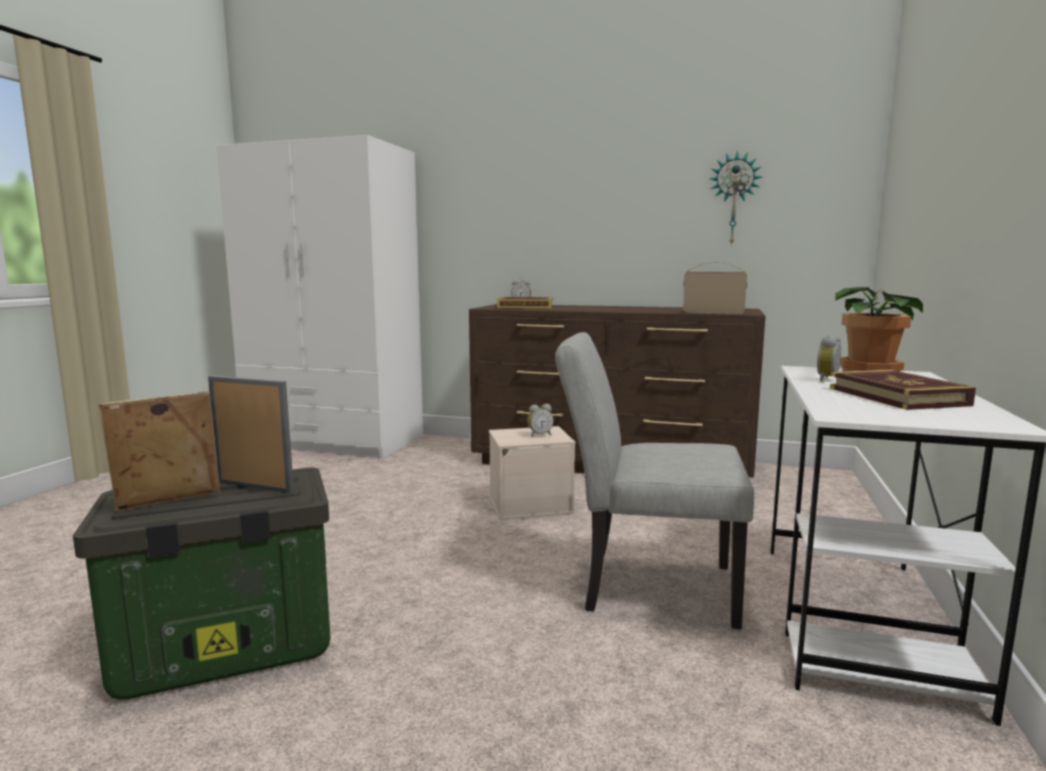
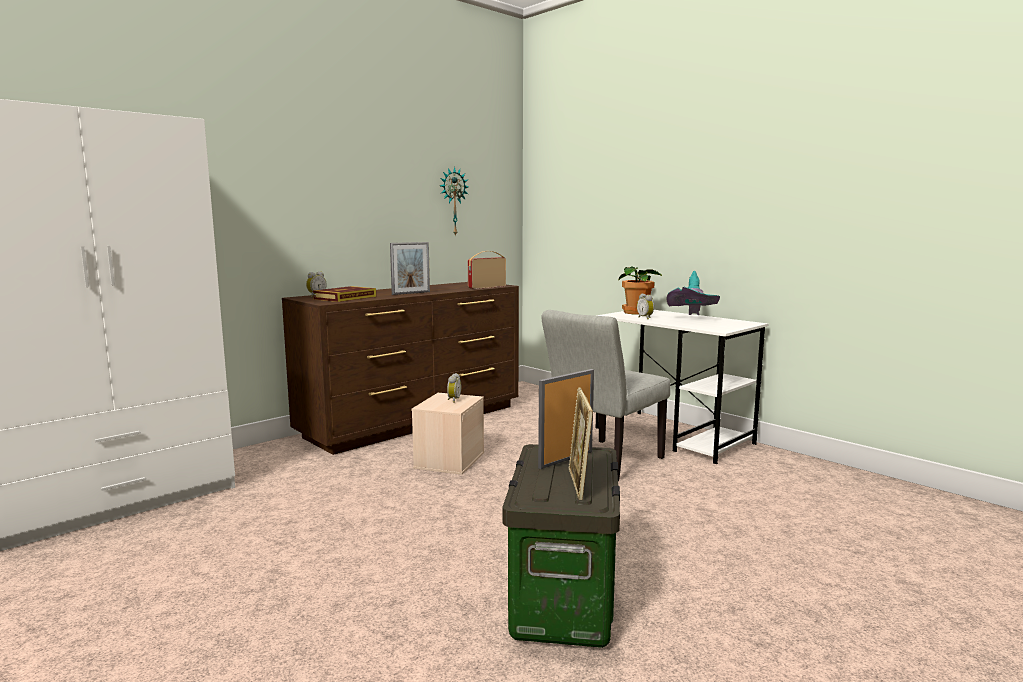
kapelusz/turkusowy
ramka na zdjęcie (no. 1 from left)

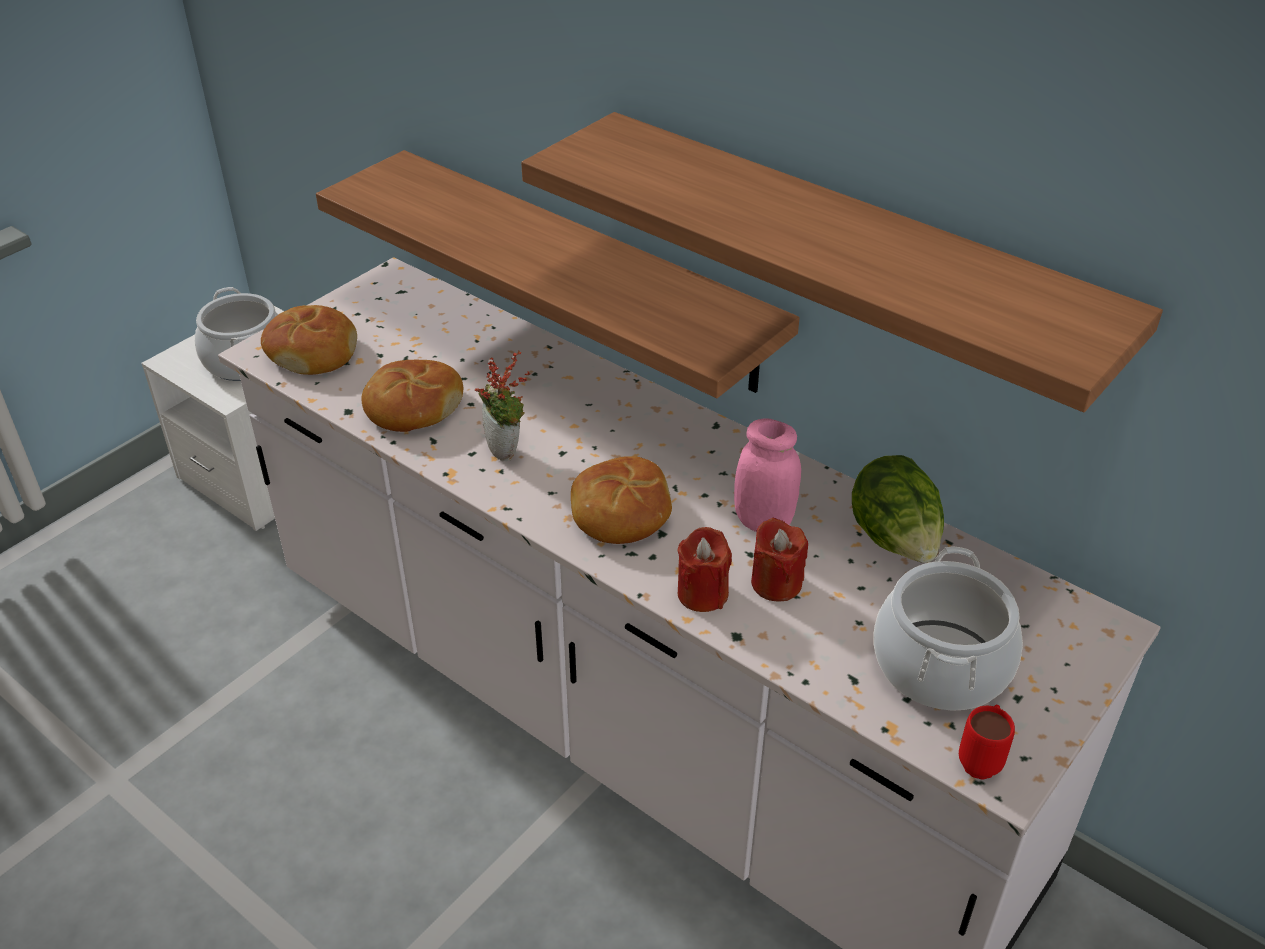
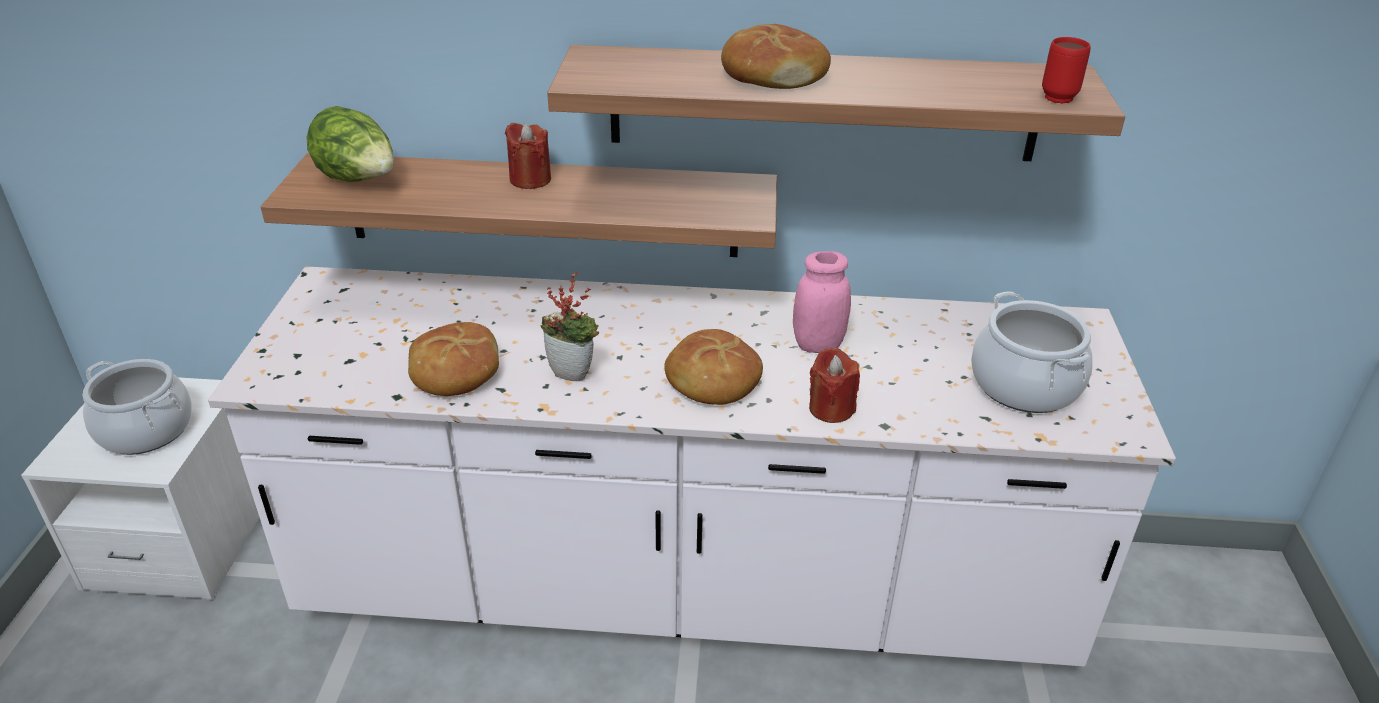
chleb (no. 3 from left)
sałata
świeca/czerwony (no. 1 from left)
kubek/czerwony

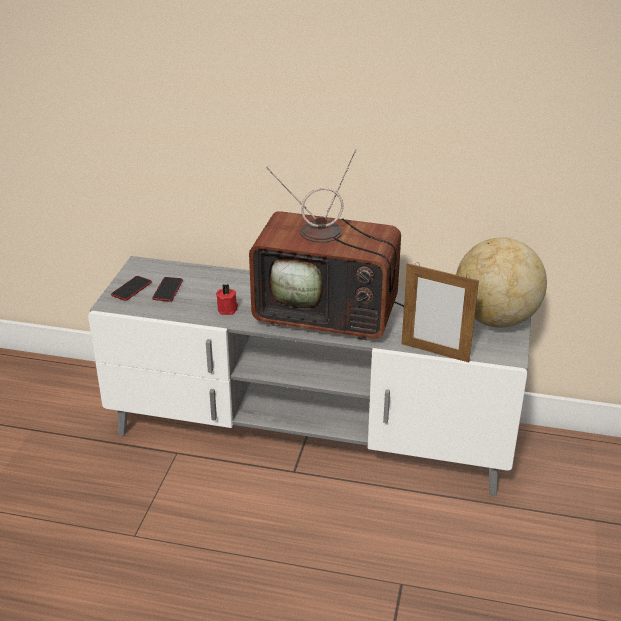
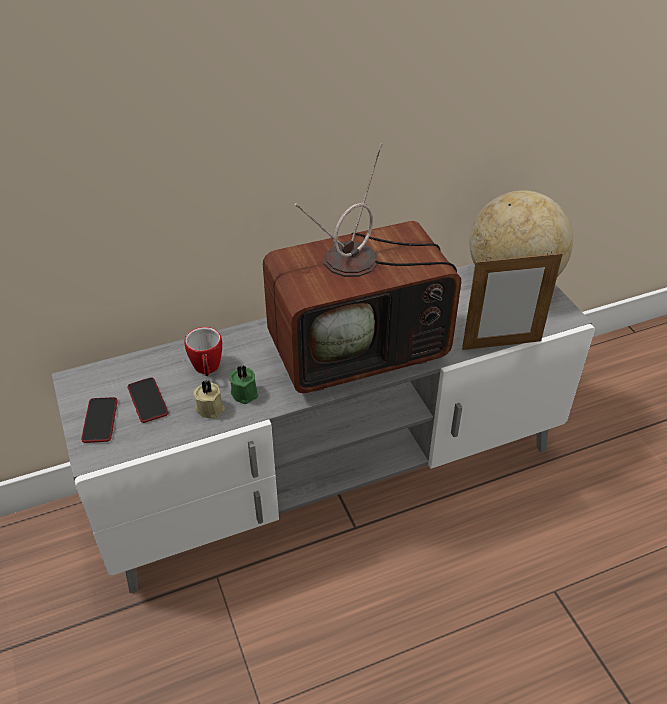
świeca/zielony
kubek
świeca/beżowy

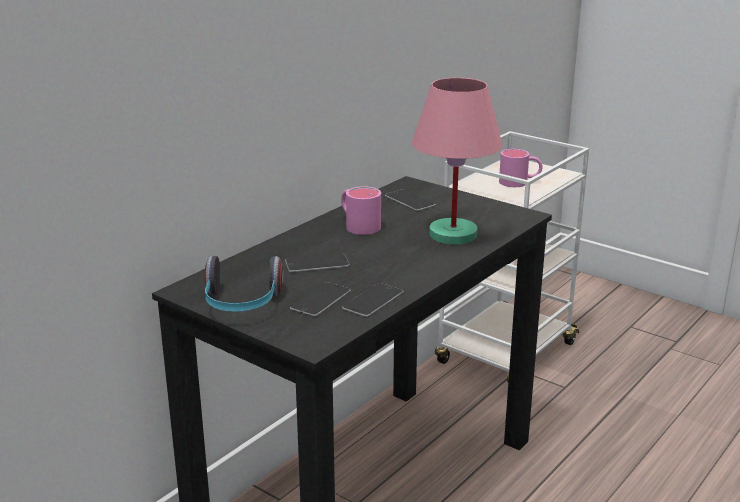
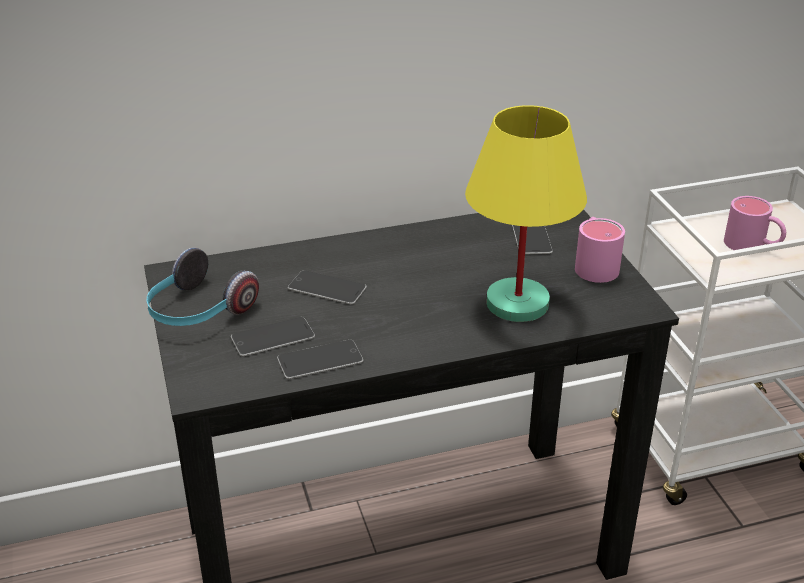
lampa stołowa/żółty
kubek/różowy (no. 1 from left)

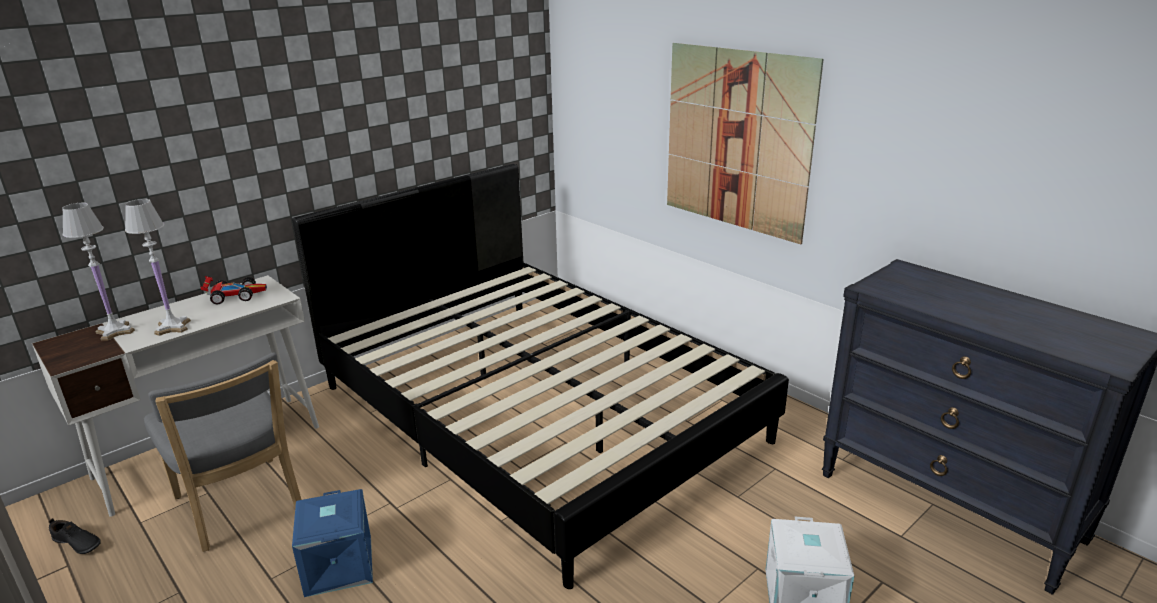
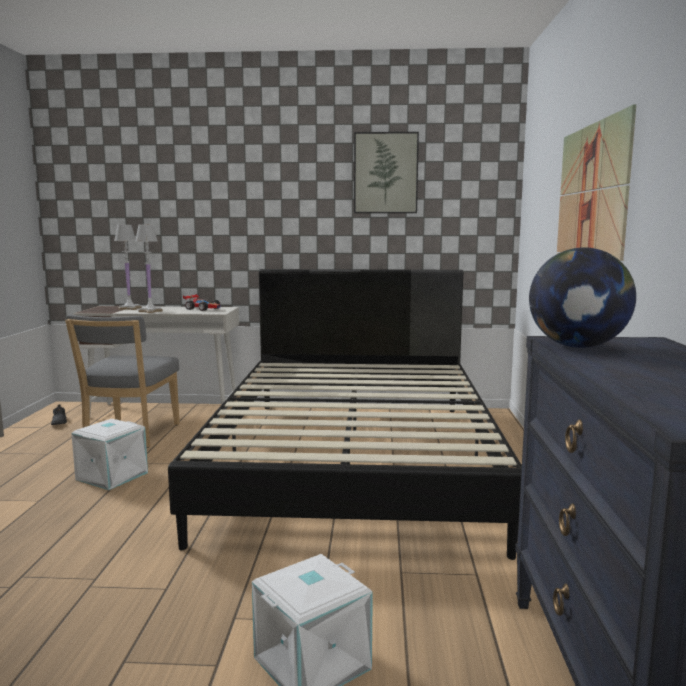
pojemnik do przechowywania/biały (no. 1 from left)
obraz (no. 1 from left)
globus

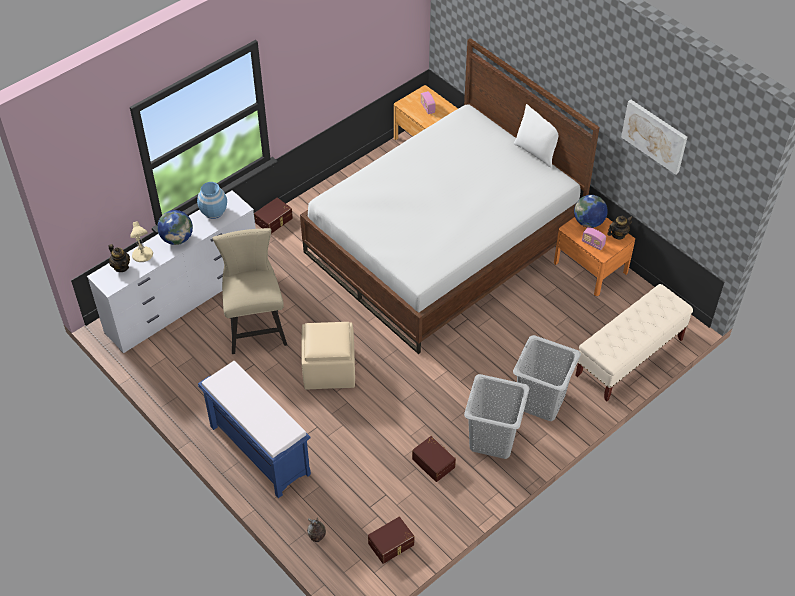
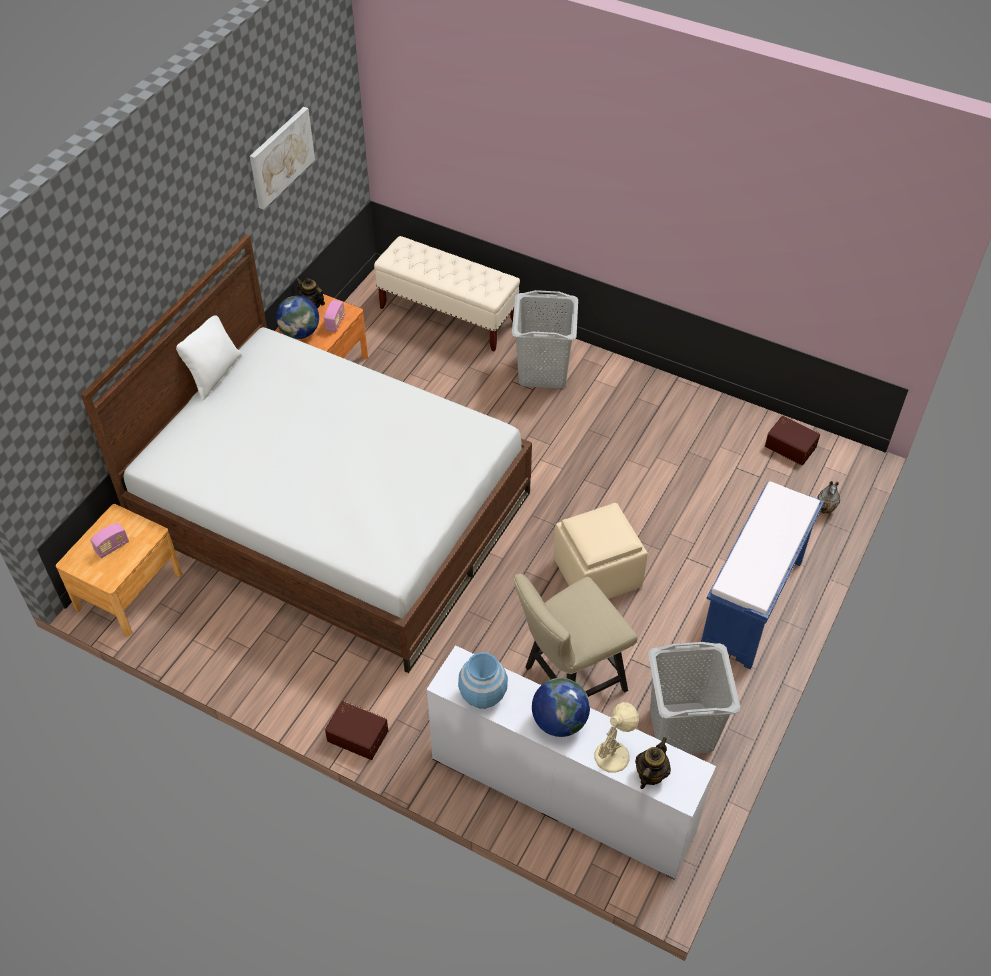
kosz na pranie/szary (no. 2 from left)
pojemnik do przechowywania/brązowy (no. 3 from left in the first image)

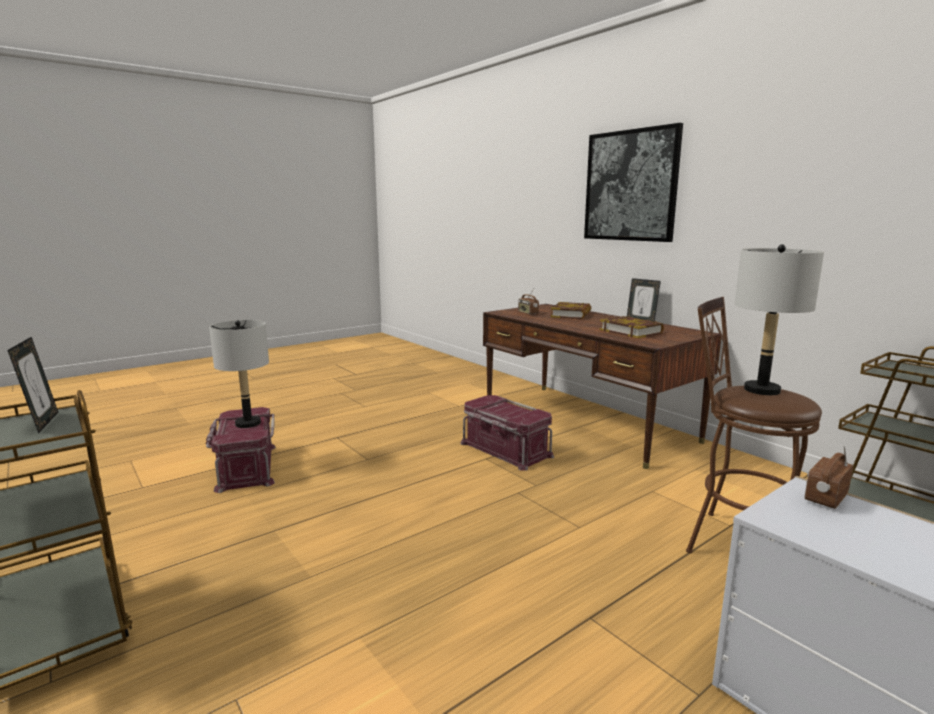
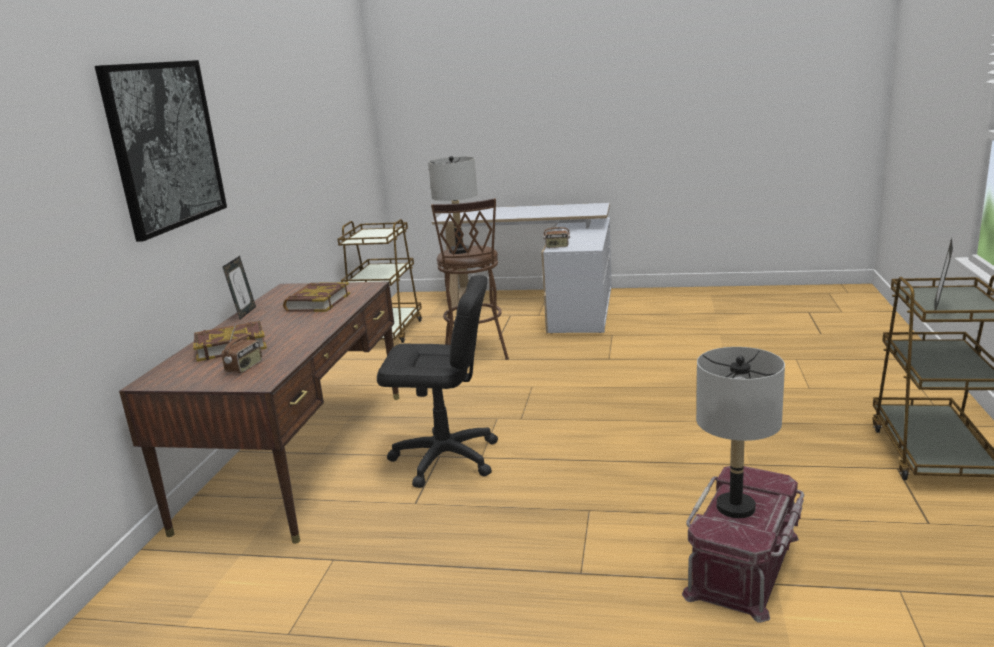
krzesło biurowe/czarny

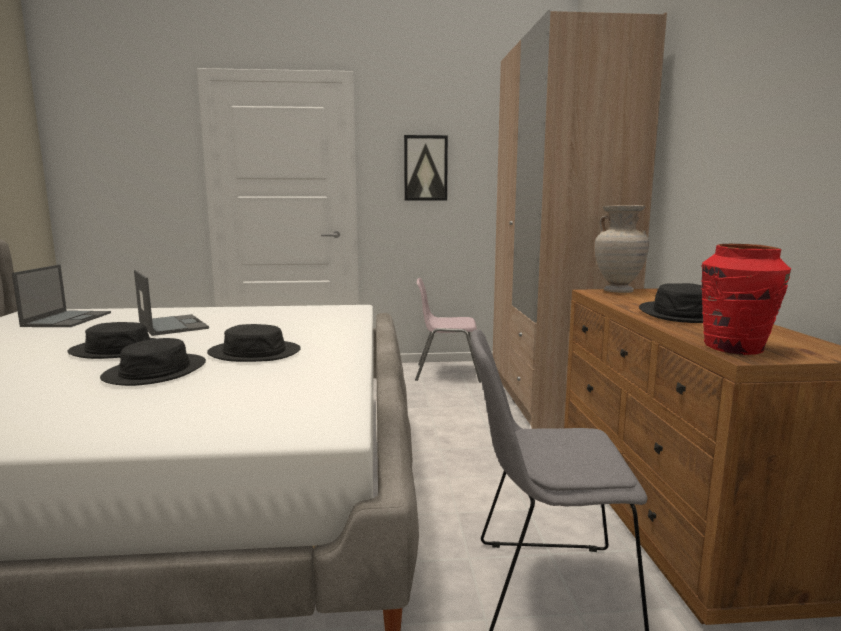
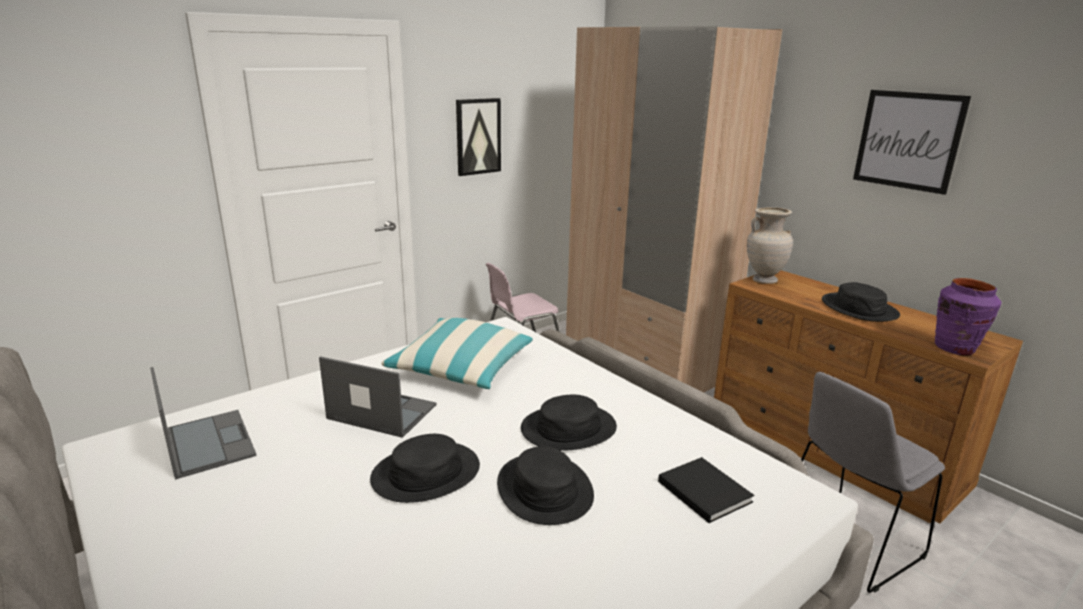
wazon/fioletowy
obraz (no. 2 from left)
poduszka
książka/czarny

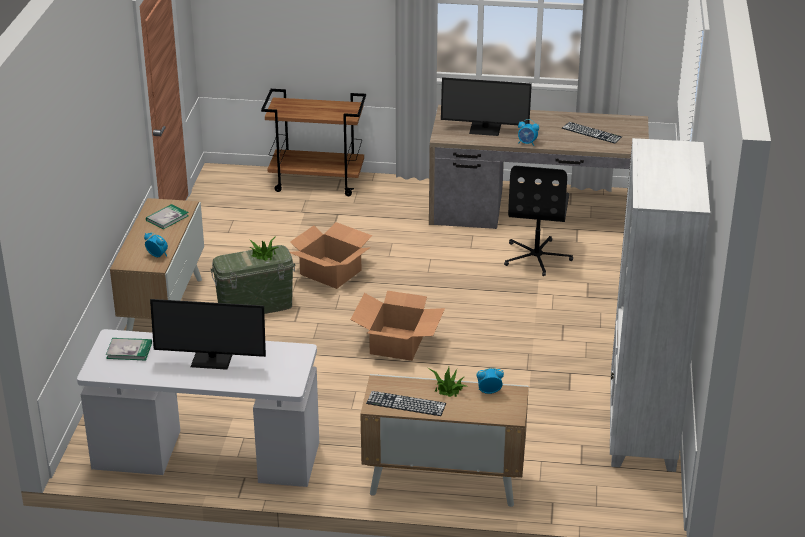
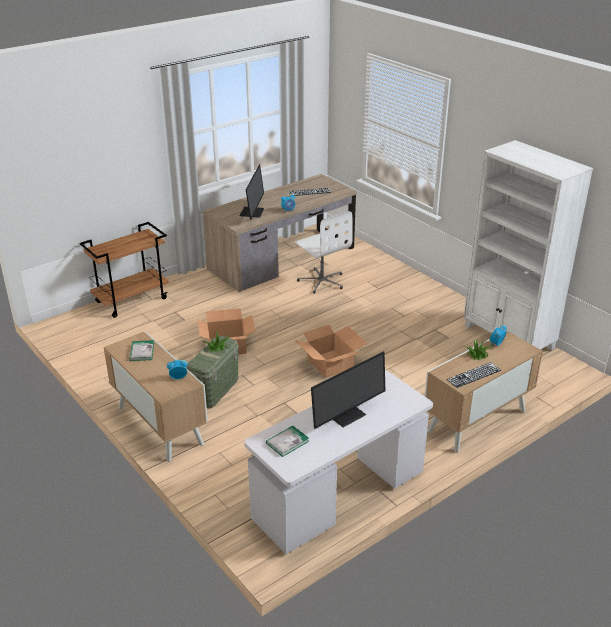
monitor (no. 1 from left)
krzesło biurowe/biały

